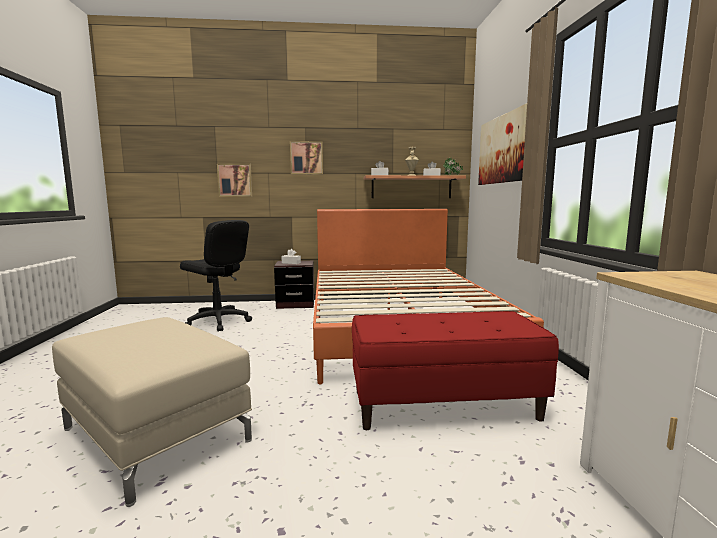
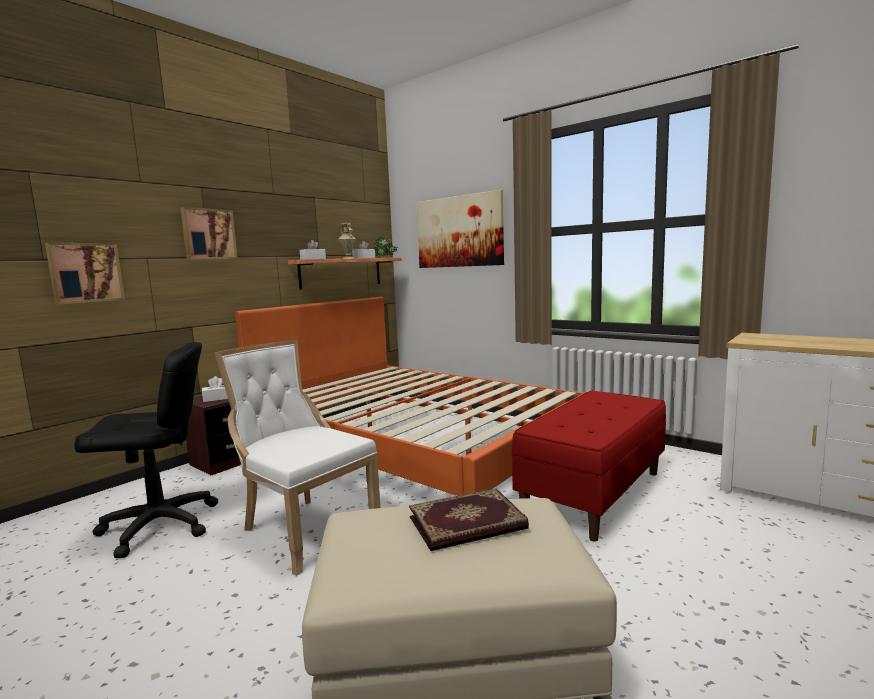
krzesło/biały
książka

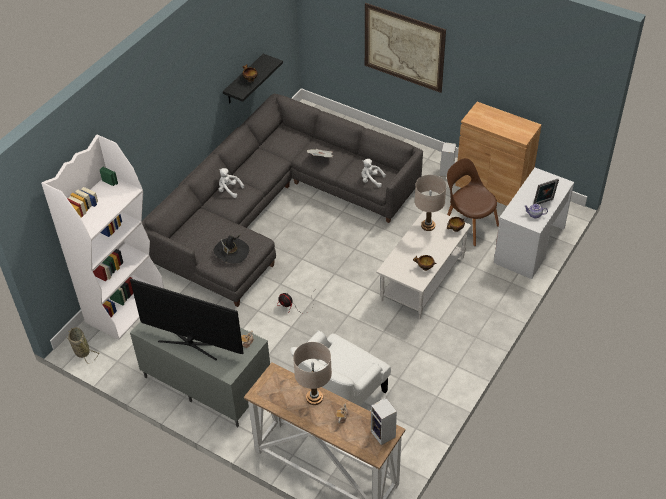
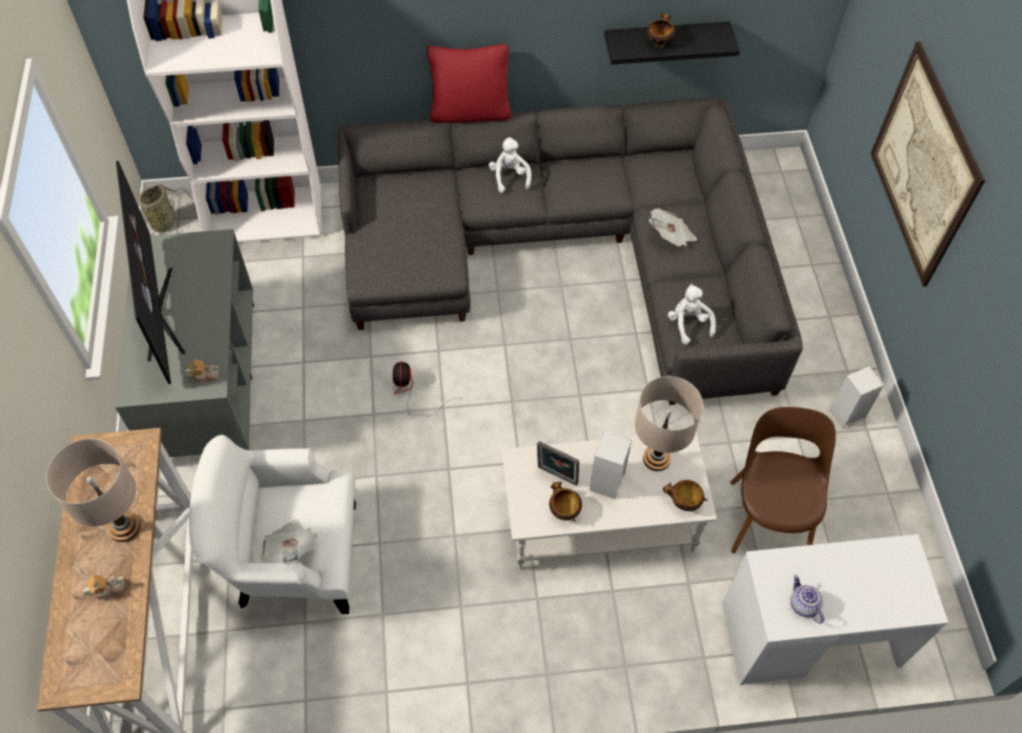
szafka/brązowy
ramka na zdjęcie
kapelusz/czarny
głośnik (no. 1 from left)
poduszka/czerwony
gazeta (no. 1 from left)

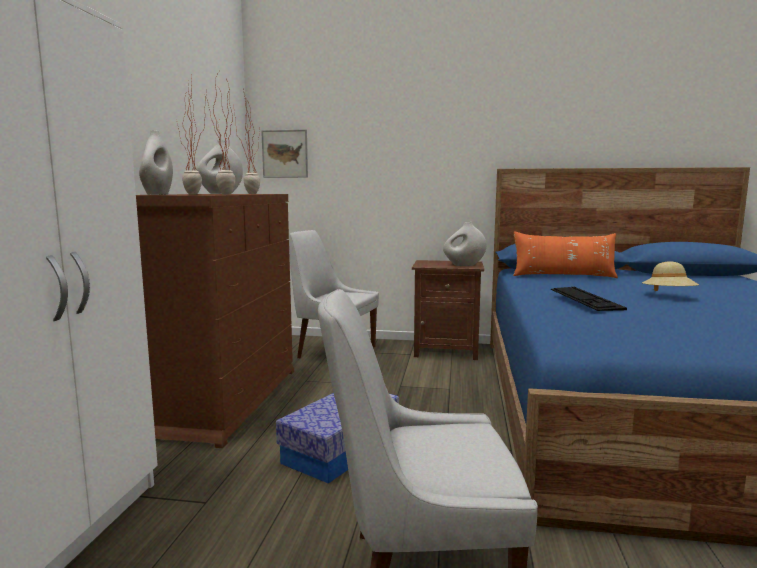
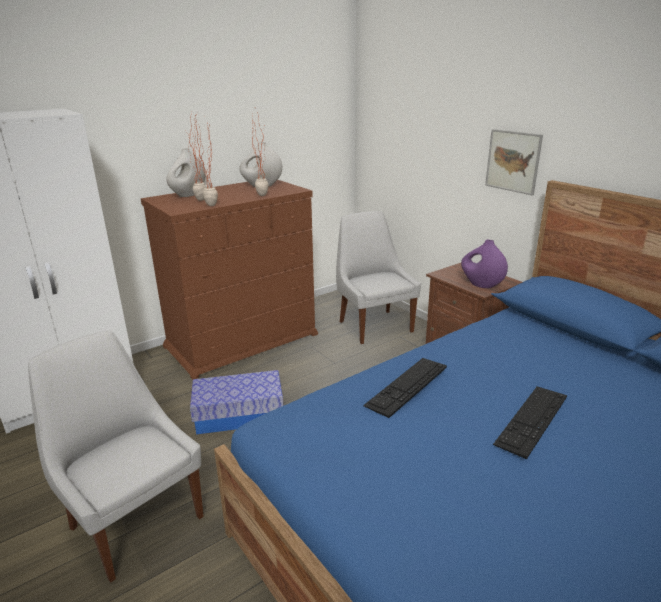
obraz
wazon/fioletowy
poduszka/pomarańczowy
klawiatura (no. 2 from left)

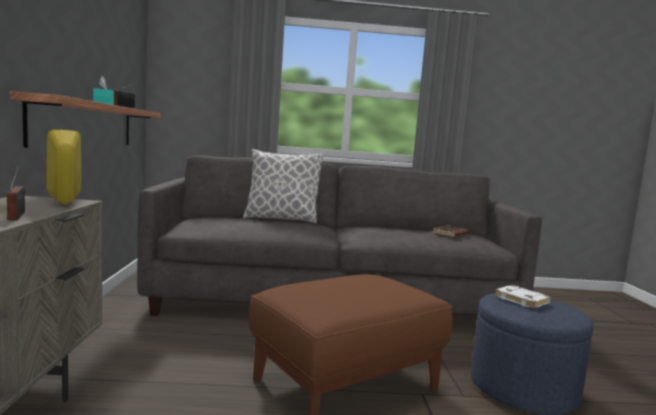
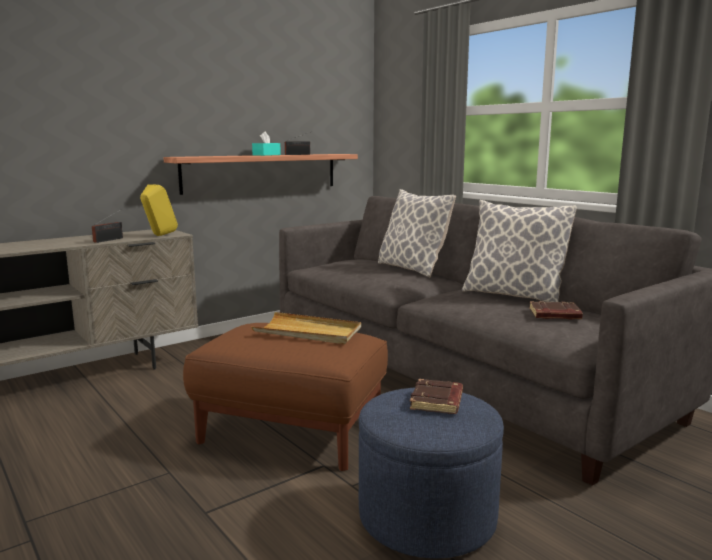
książka/brązowy (no. 1 from left)
poduszka (no. 2 from left)
taca/beżowy

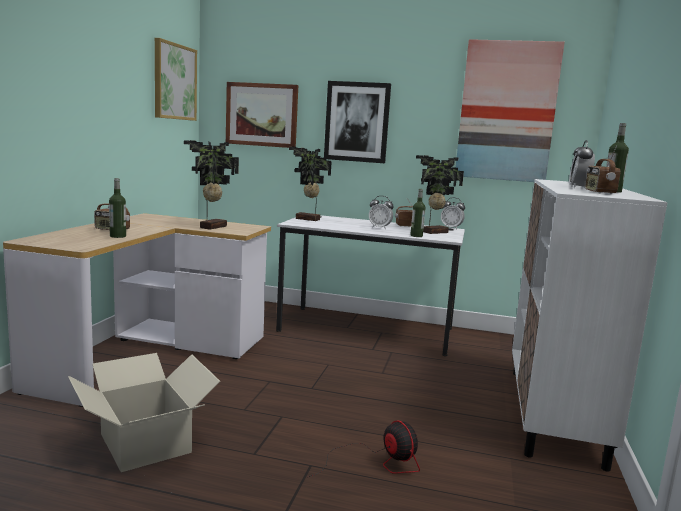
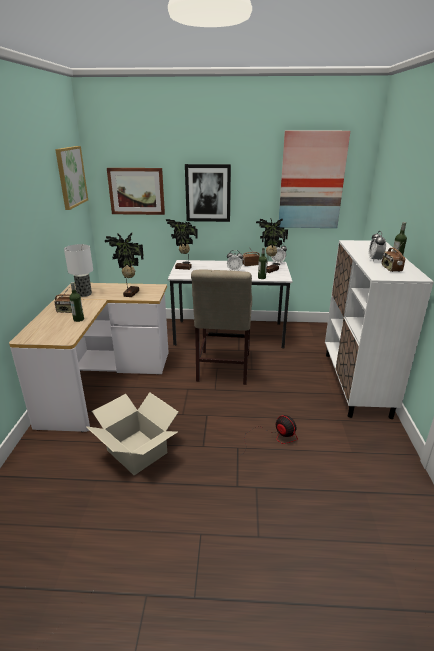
lampa stołowa
krzesło/beżowy

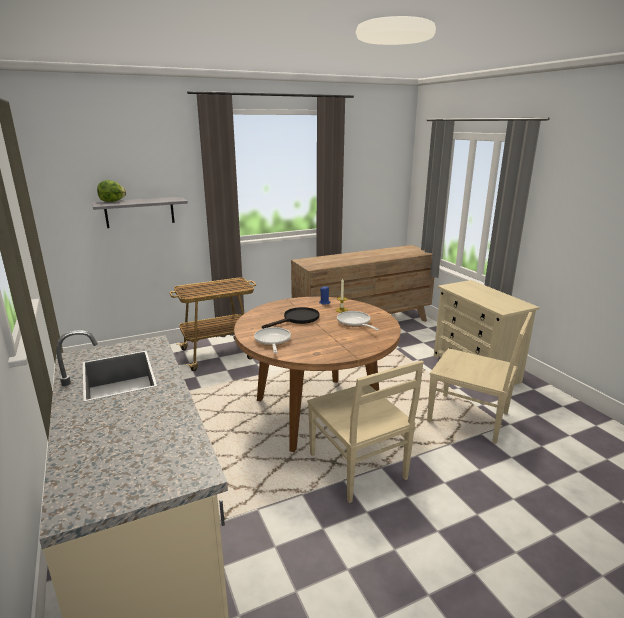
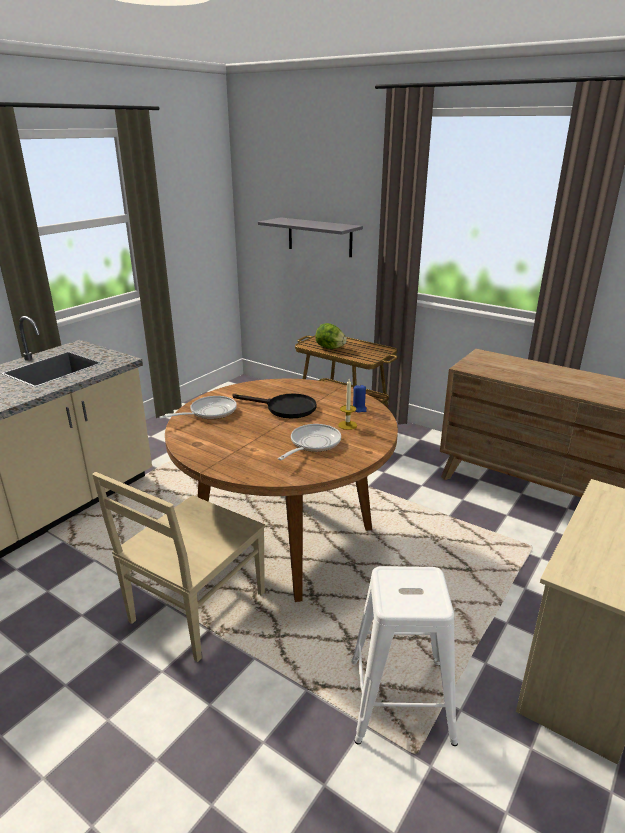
sałata
stołek/biały

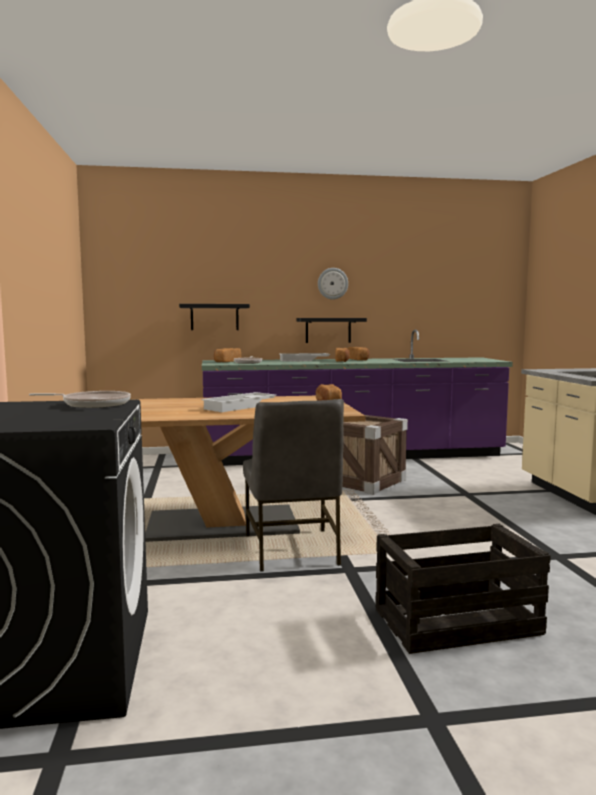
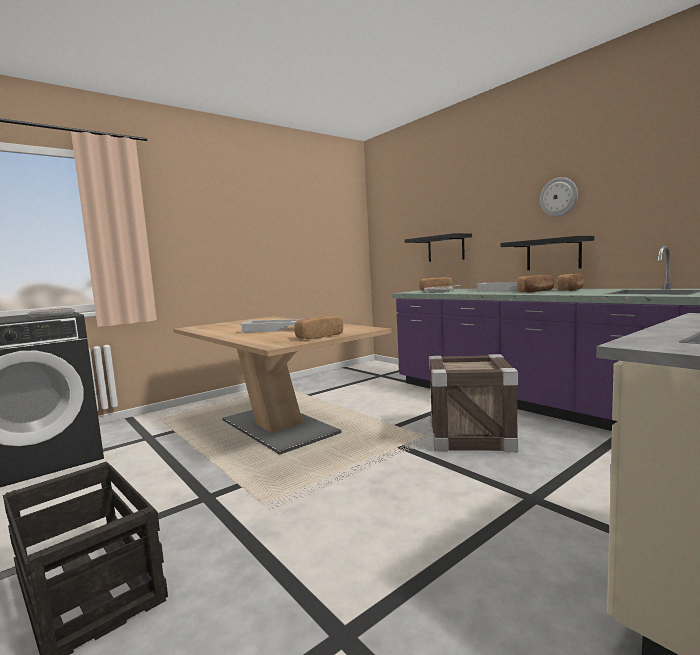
krzesło/szary

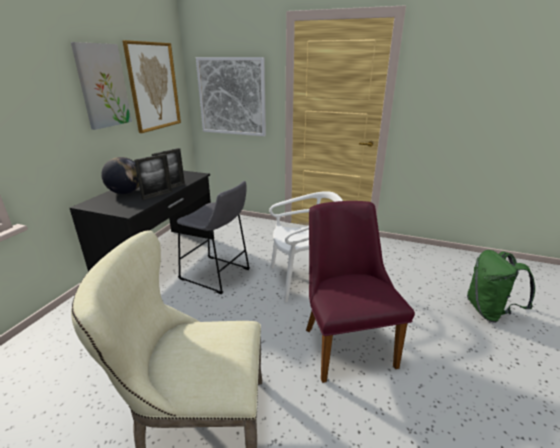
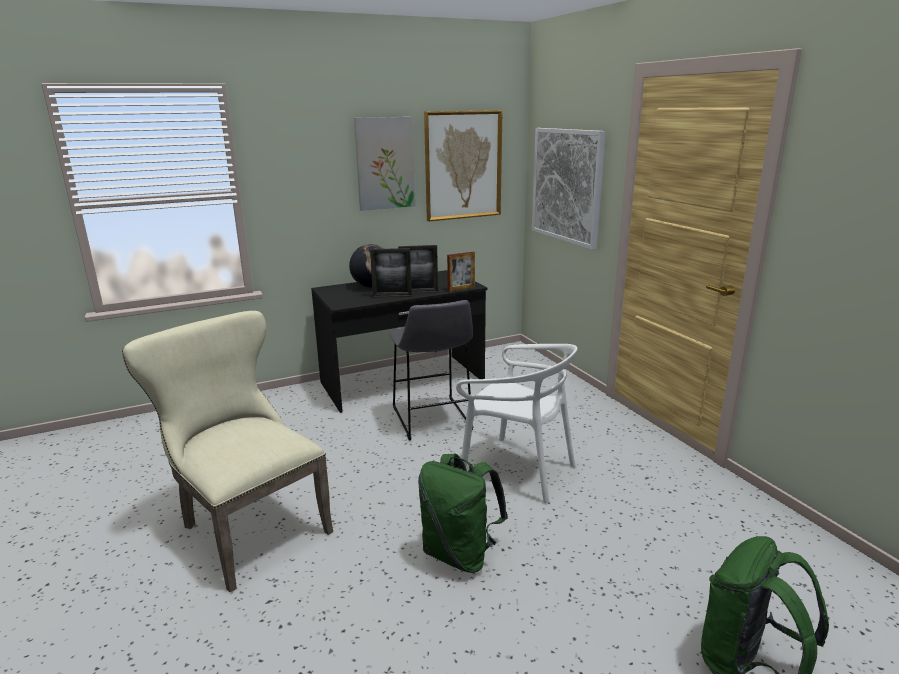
plecak/zielony (no. 1 from left)
ramka na zdjęcie (no. 3 from left)

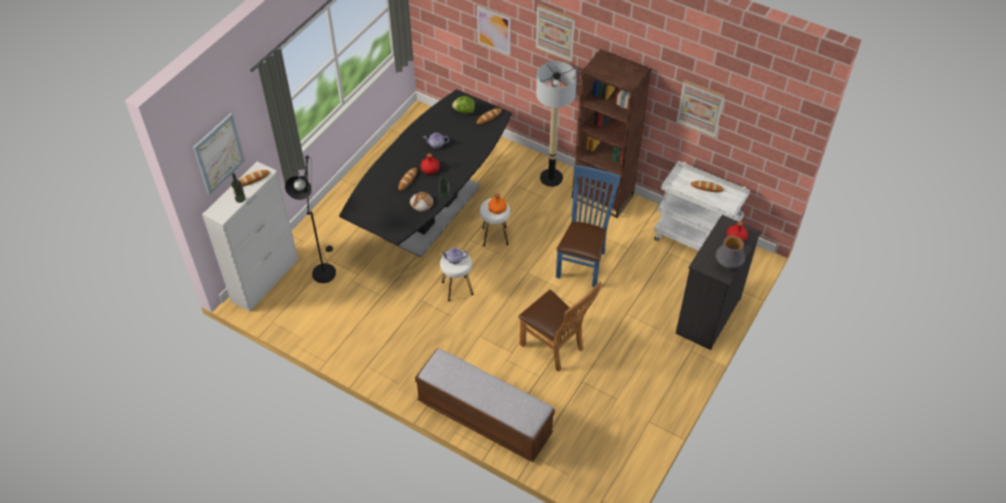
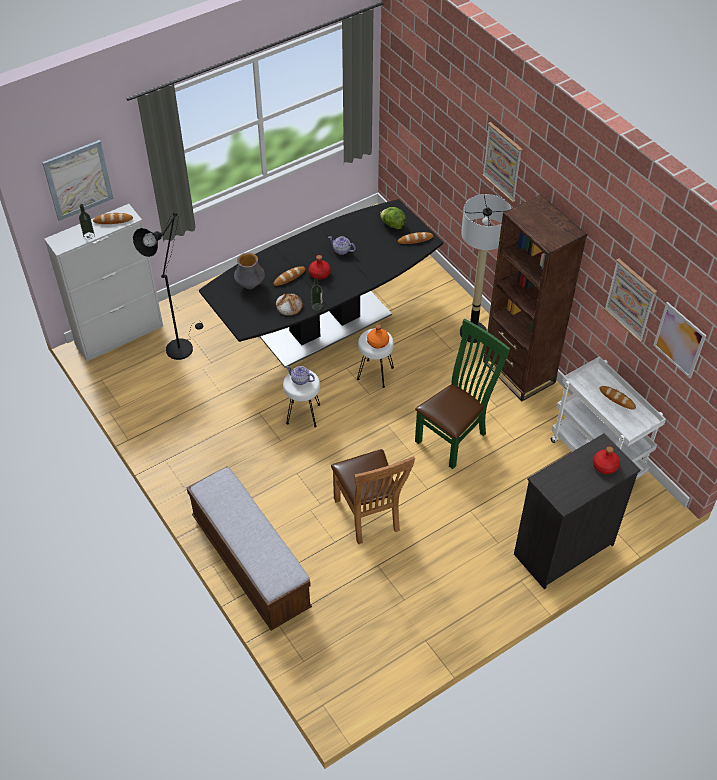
obraz (no. 4 from left)
krzesło/zielony
wazon

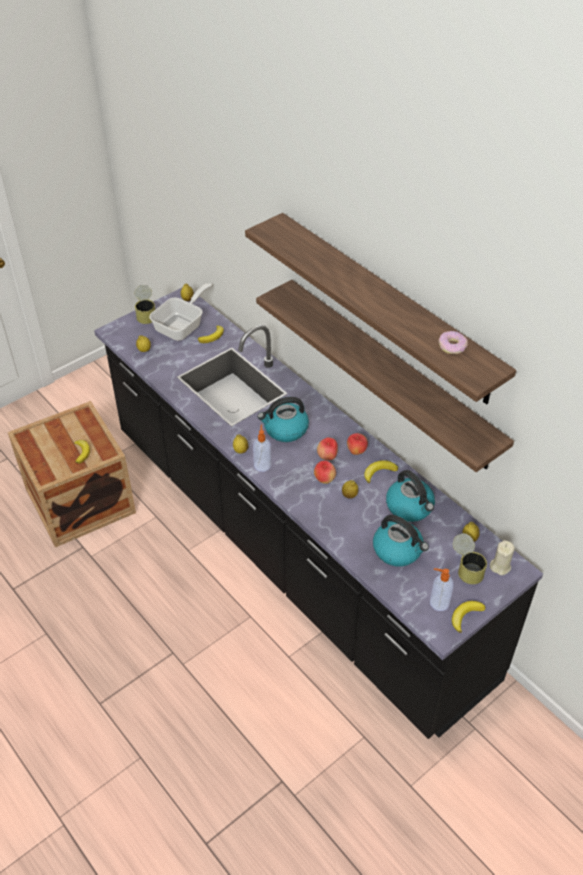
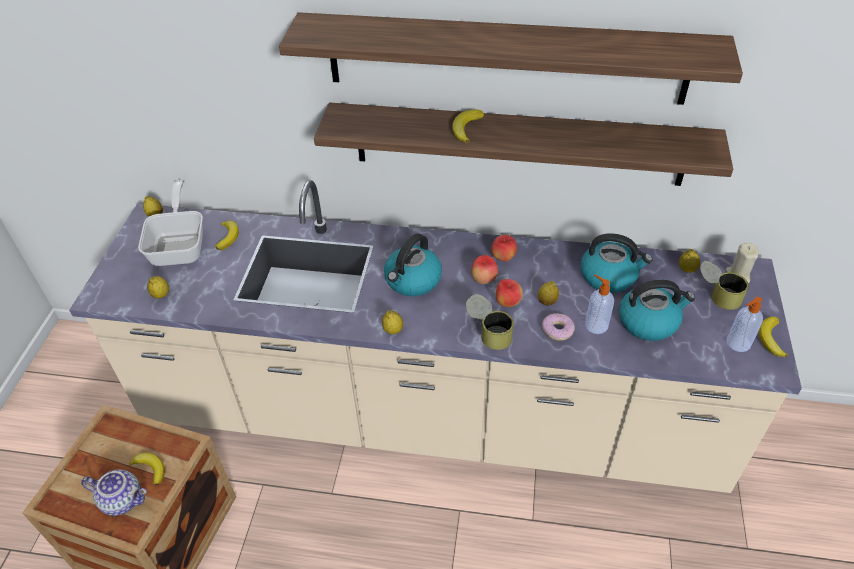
puszka (no. 1 from left)
zabudowa kuchenna/beżowy
donut
dozownik mydła (no. 1 from left)
banan (no. 3 from left)
imbryk

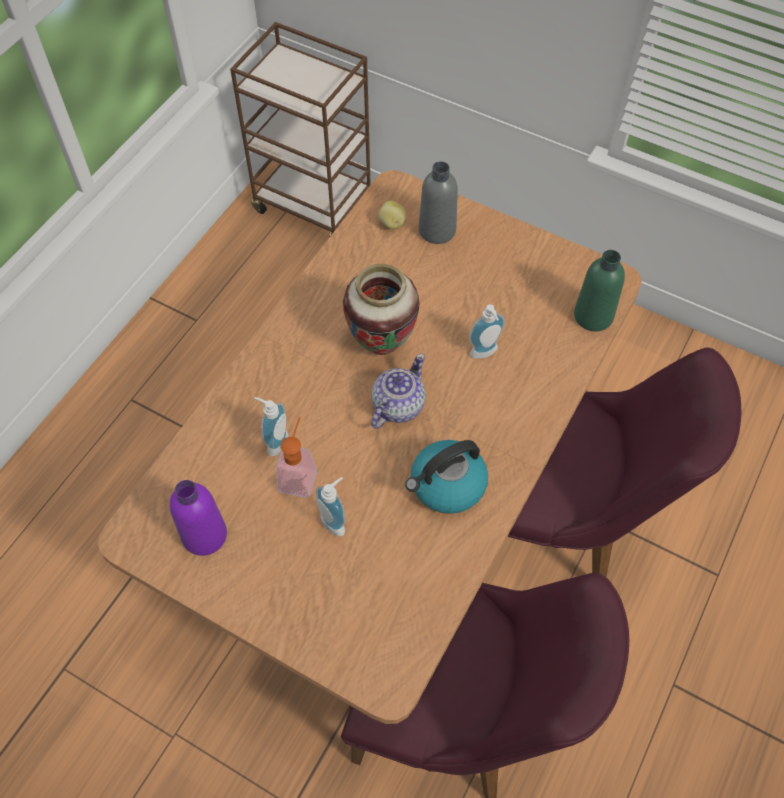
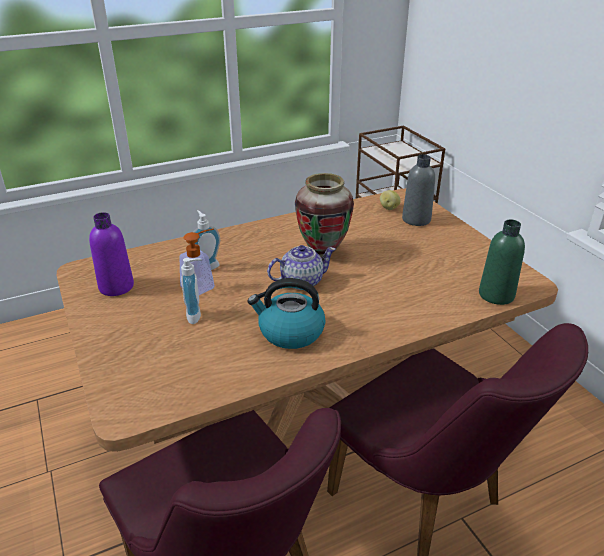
dozownik mydła (no. 4 from left in the first image)

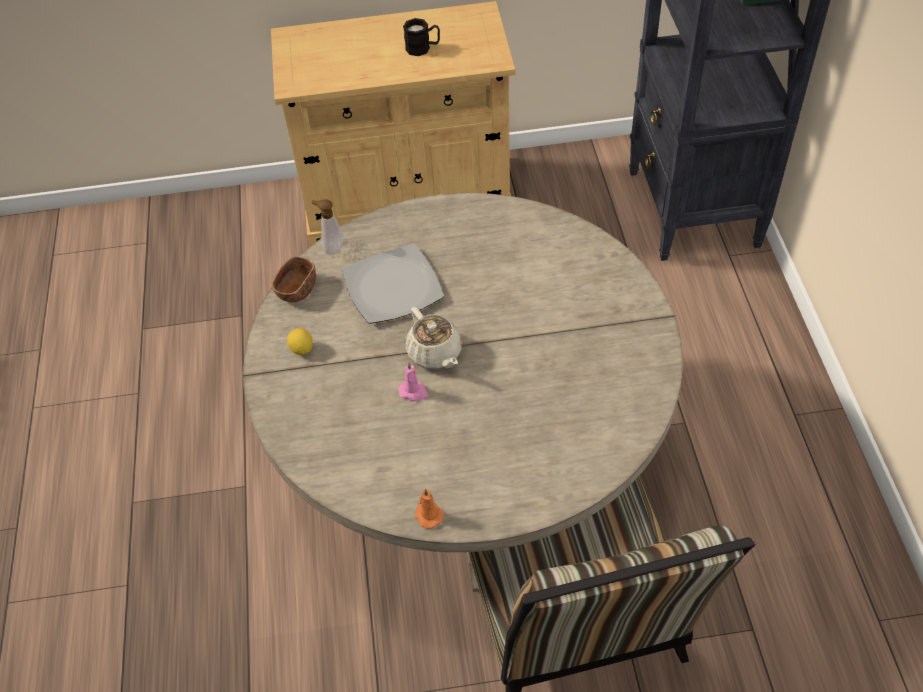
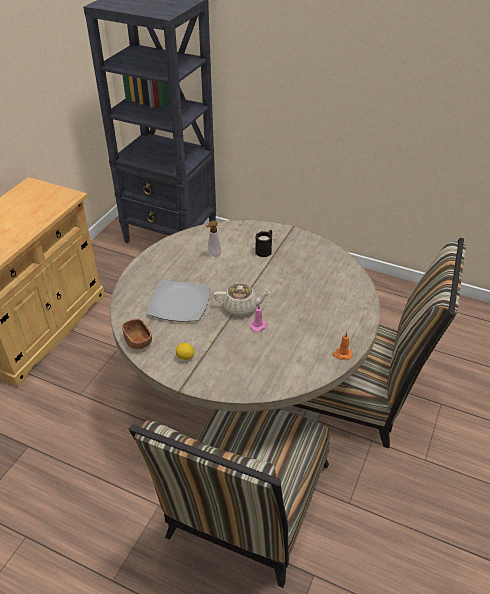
kubek/czarny
dozownik mydła
krzesło (no. 1 from left)

